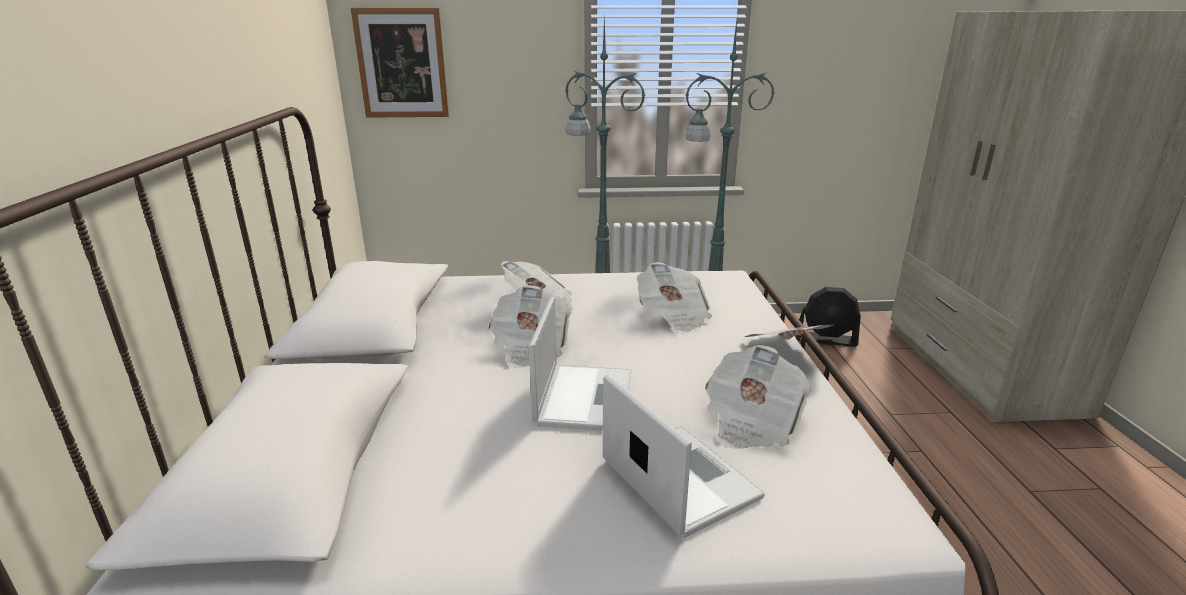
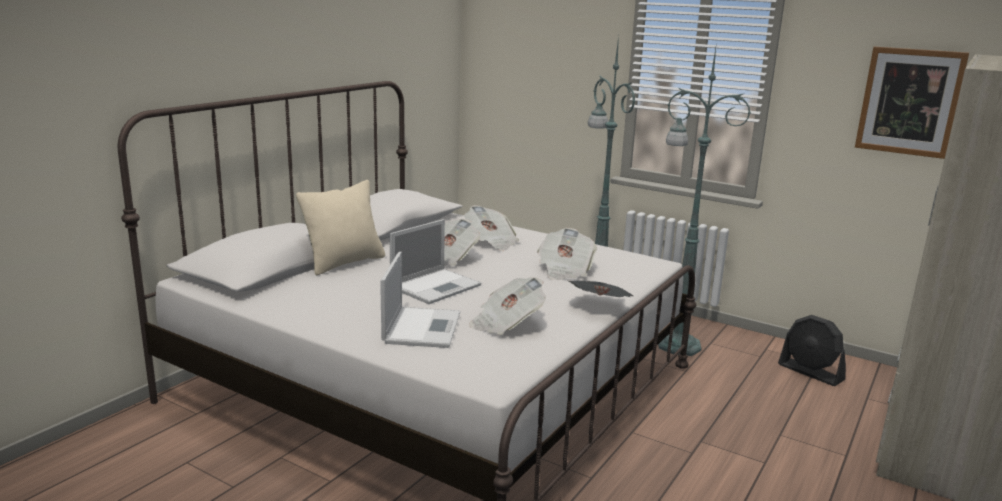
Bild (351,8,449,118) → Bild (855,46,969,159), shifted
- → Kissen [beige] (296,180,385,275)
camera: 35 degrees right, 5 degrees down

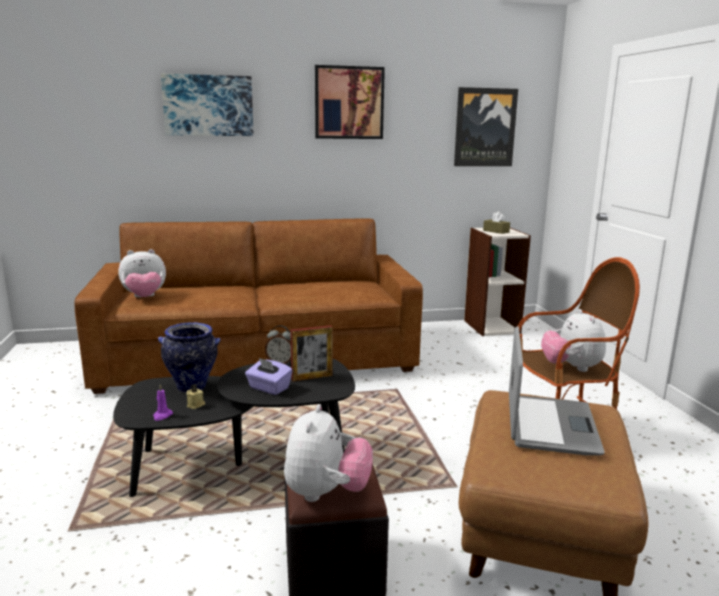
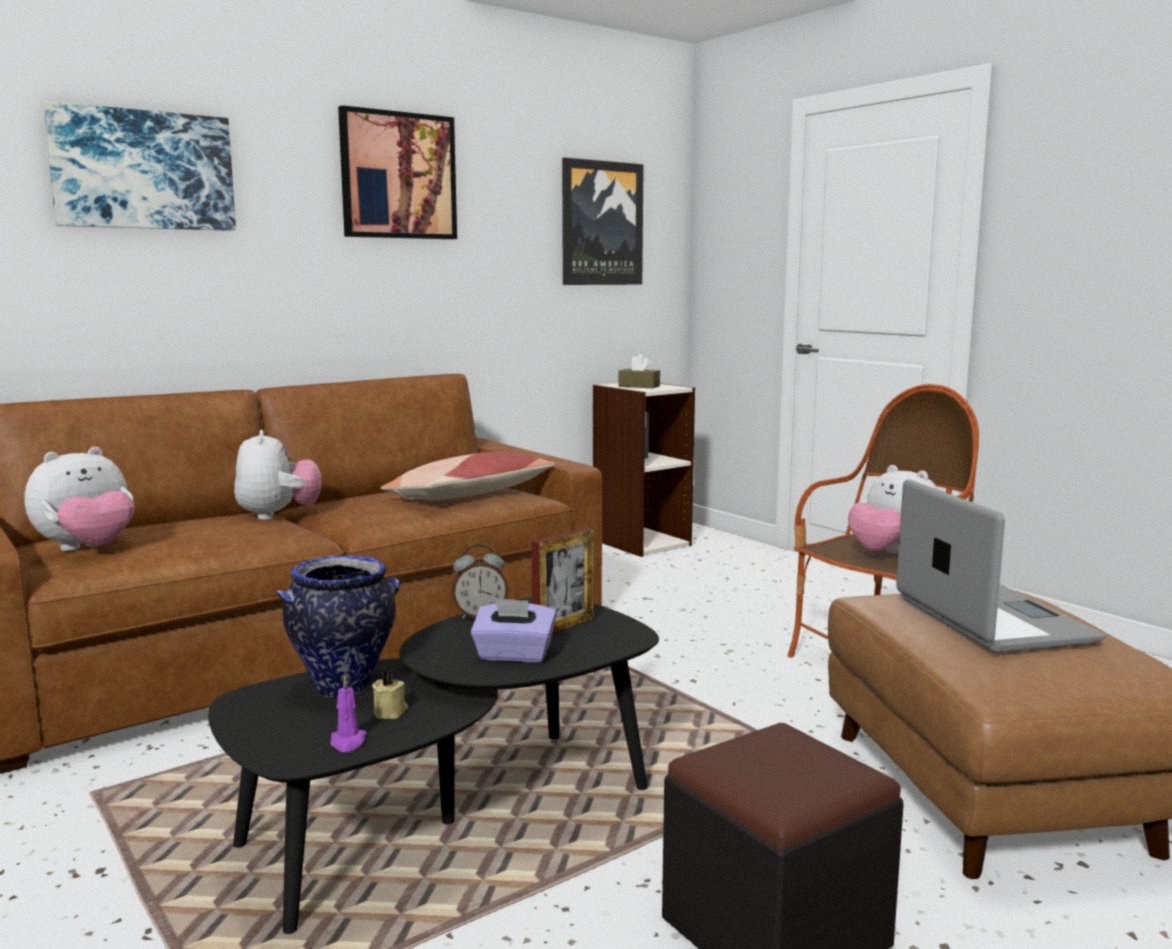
Plüschtier (284,404,373,502) → Plüschtier (234,430,321,520), shifted
- → Kissen (380,452,556,500)
camera: 25 degrees left, 5 degrees down

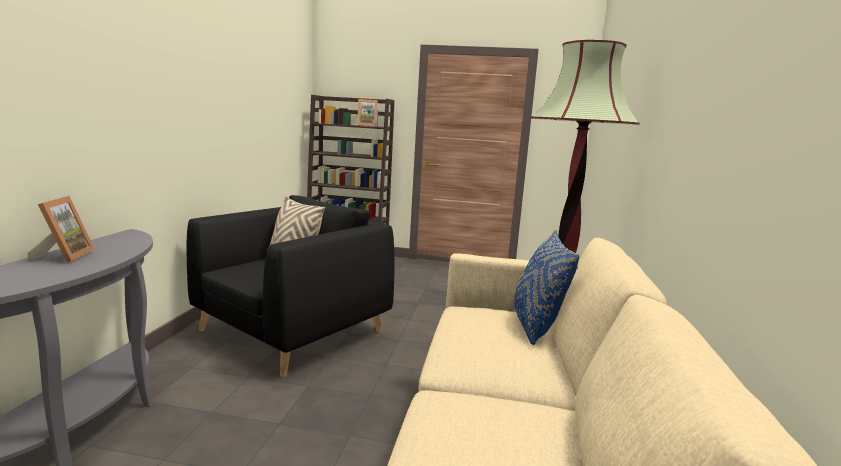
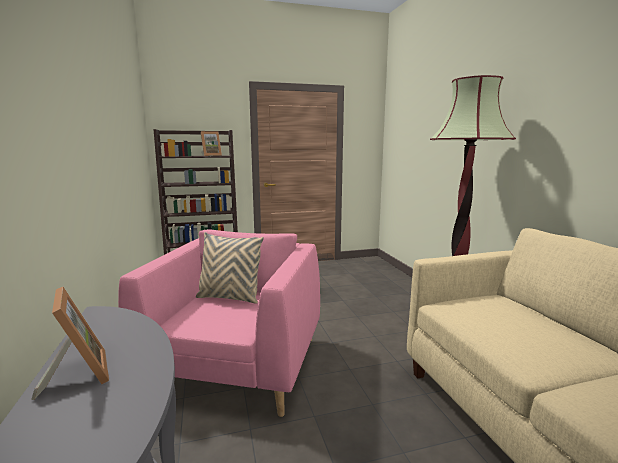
Sessel [schwarz] (187,195,395,377) → Sessel [rosa] (118,230,320,417)
Kissen [blau] (514,230,580,345) → -
camera: 25 degrees left, 0 degrees up

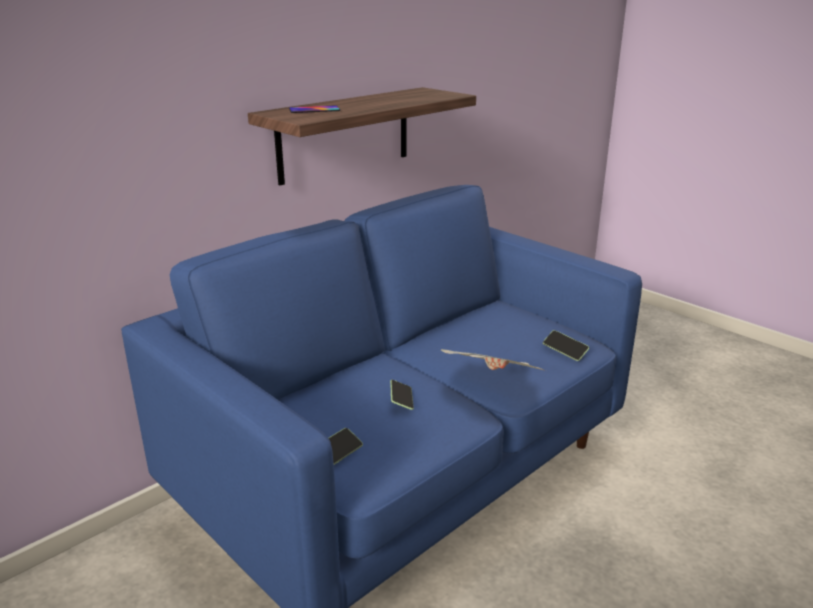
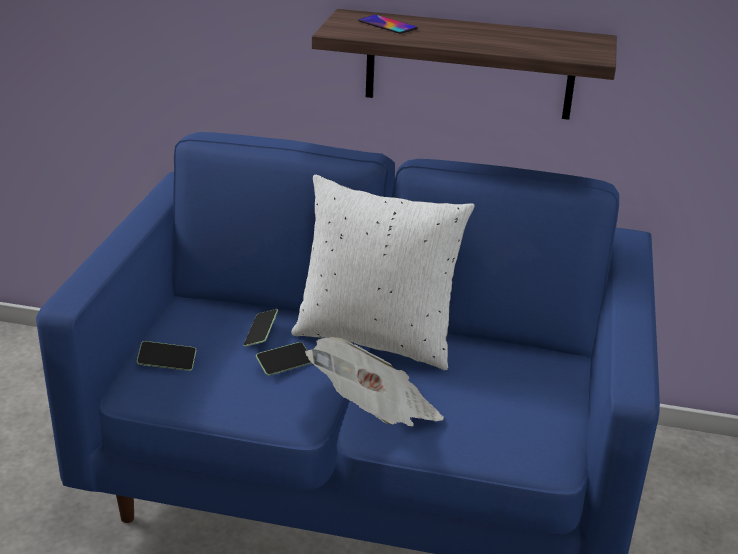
Handy (543,330,589,361) → Handy (243,309,278,347), shifted
- → Kissen [weiß] (291,175,475,370)
camera: 55 degrees right, 5 degrees up

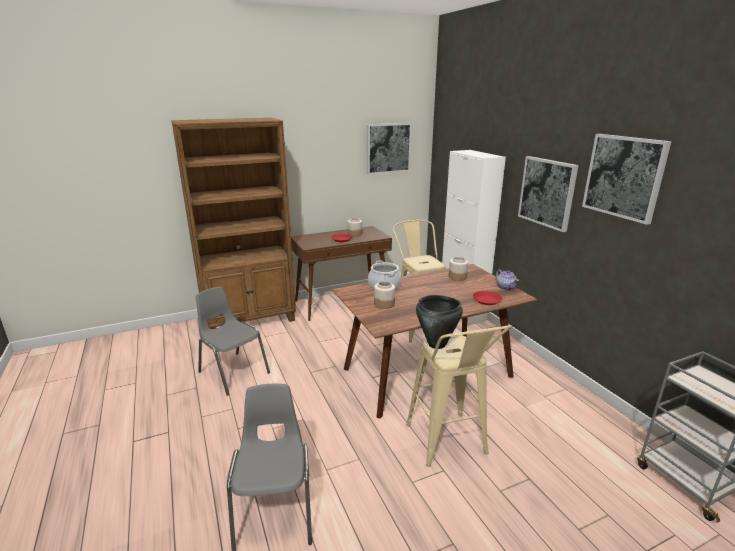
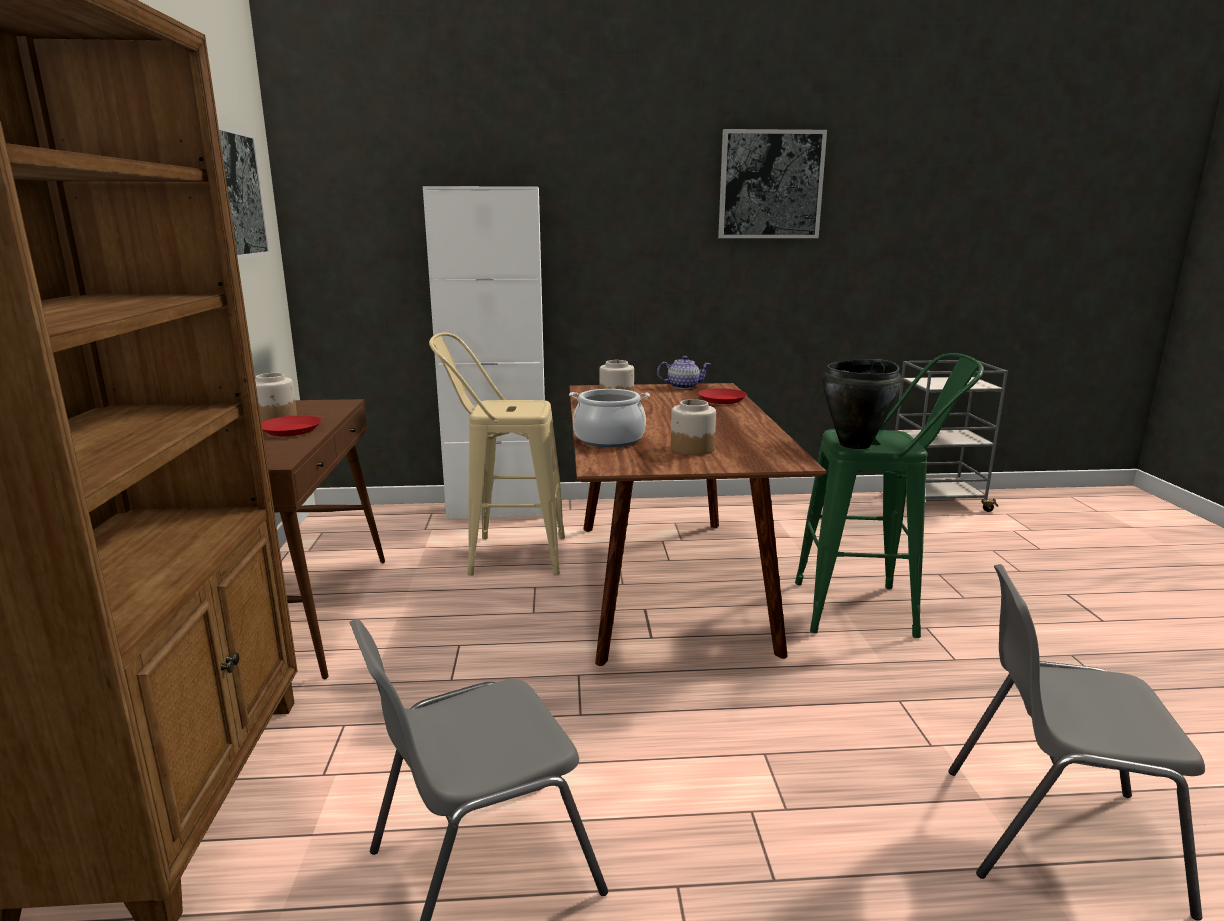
Hocker [beige] (406,325,512,467) → Hocker [grün] (795,353,984,638)
Bild (518,156,579,232) → -
camera: 70 degrees left, 5 degrees down

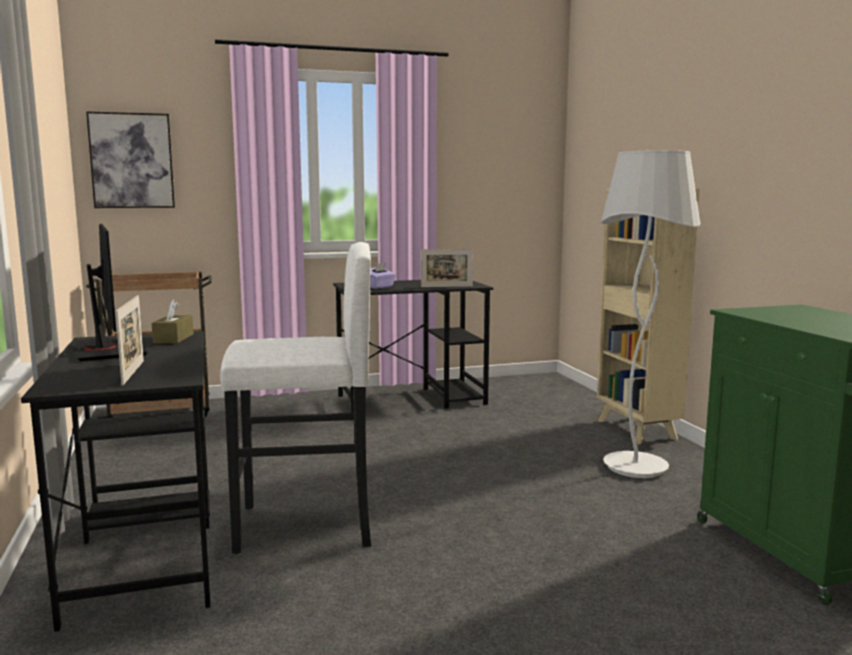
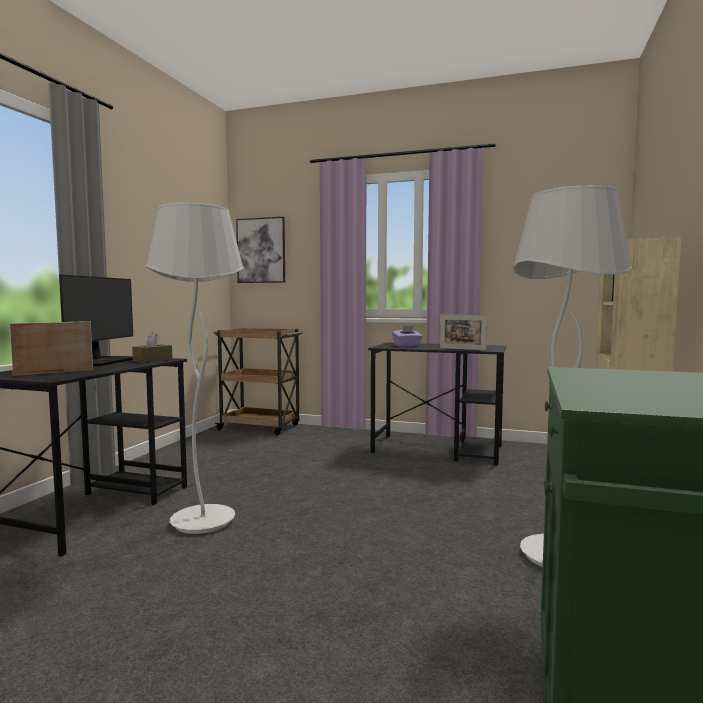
Bilderrahmen (115,295,144,386) → Bilderrahmen (9,321,93,376), 150 degrees counterclockwise
Hocker [weiß] (220,242,371,554) → Stehlampe [weiß] (146,203,244,534)
camera: 35 degrees right, 5 degrees down

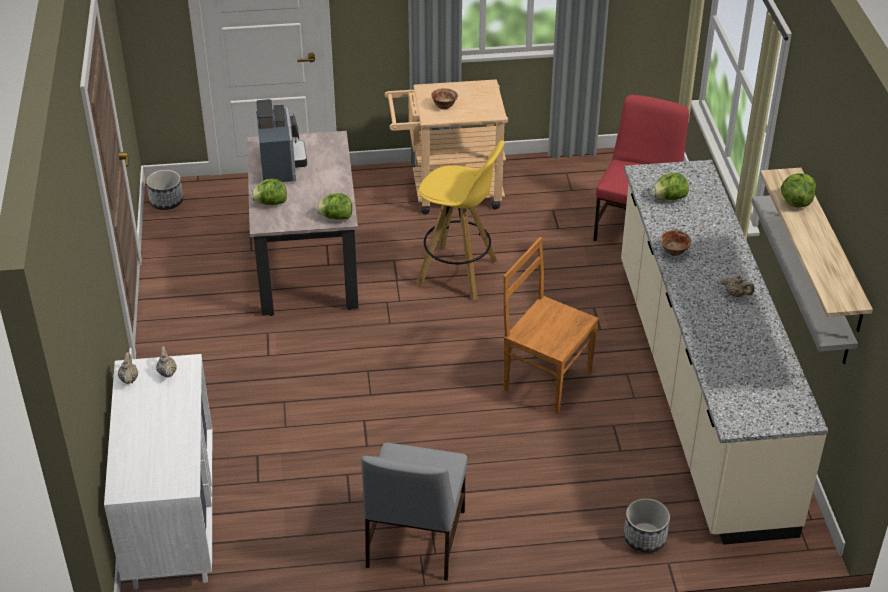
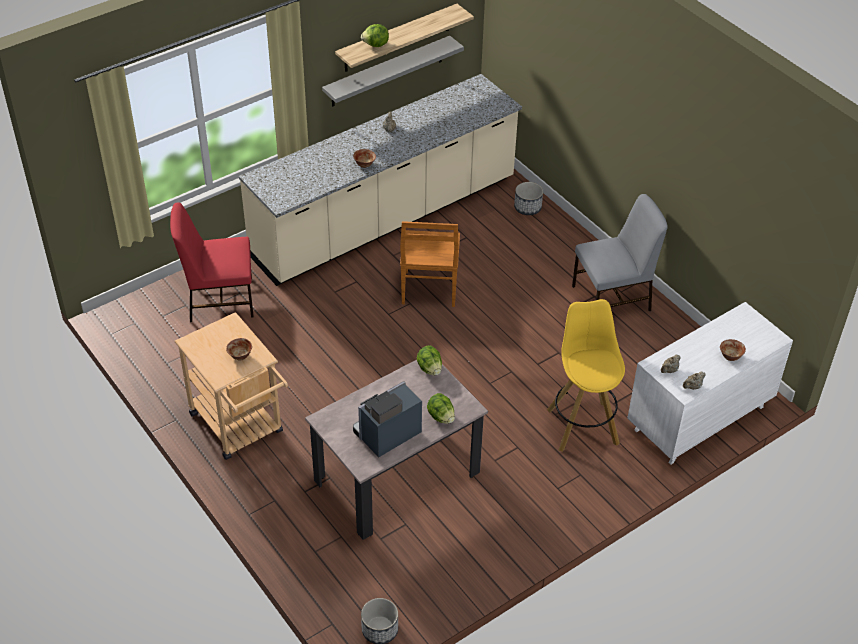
Hocker [gelb] (417,140,505,300) → Hocker [gelb] (547,299,625,452), shifted
Salatkopf (652,173,689,200) → -
- → Schüssel (720,339,746,361)
camera: 120 degrees left, 5 degrees up

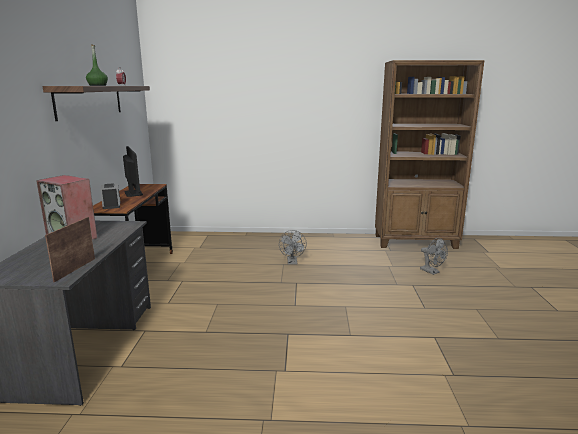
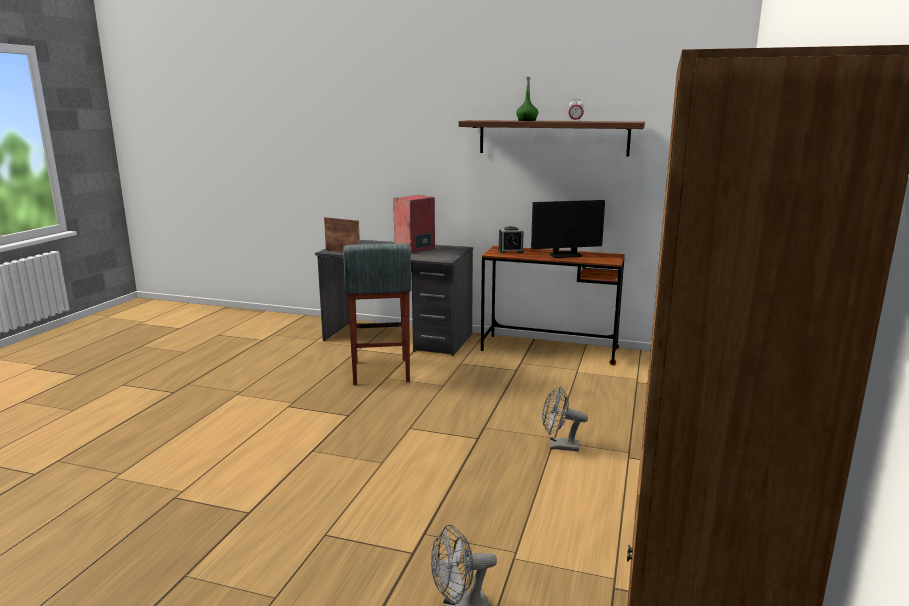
- → Hocker [grau] (343,243,411,385)
camera: 105 degrees right, 0 degrees up

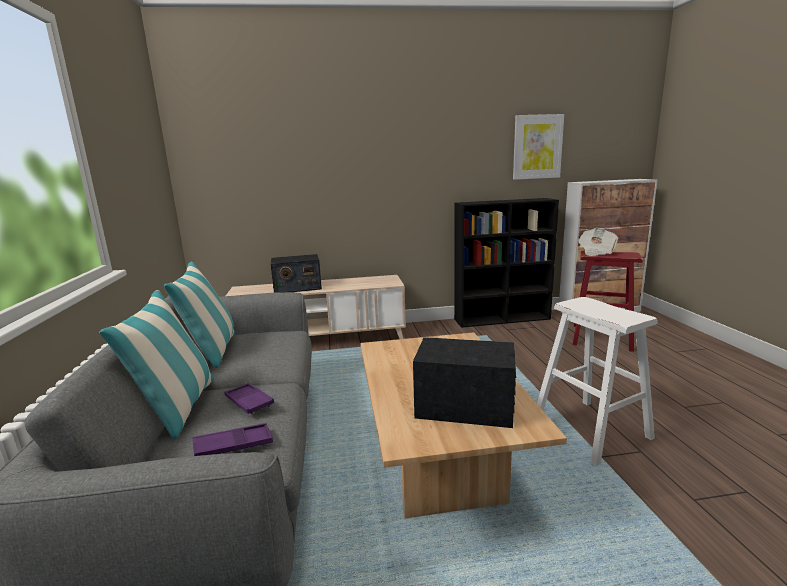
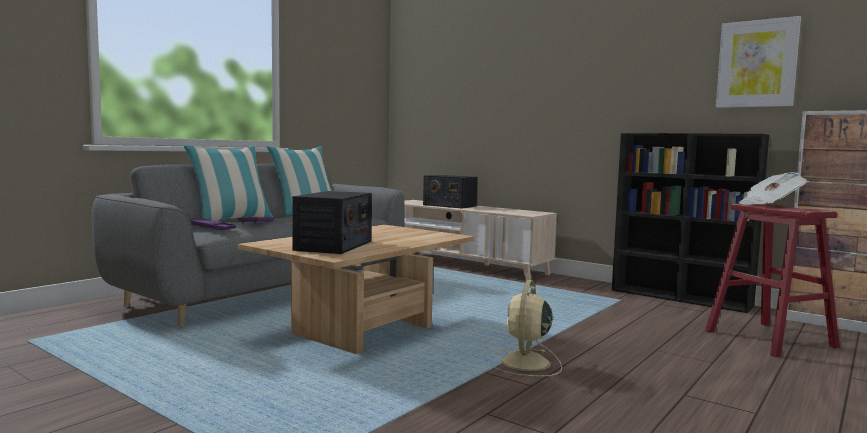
Radio (413,337,516,428) → Radio (292,191,372,254), 45 degrees clockwise
Hocker [weiß] (537,297,658,466) → Ventilator [beige] (493,280,562,377)
camera: 45 degrees right, 10 degrees down

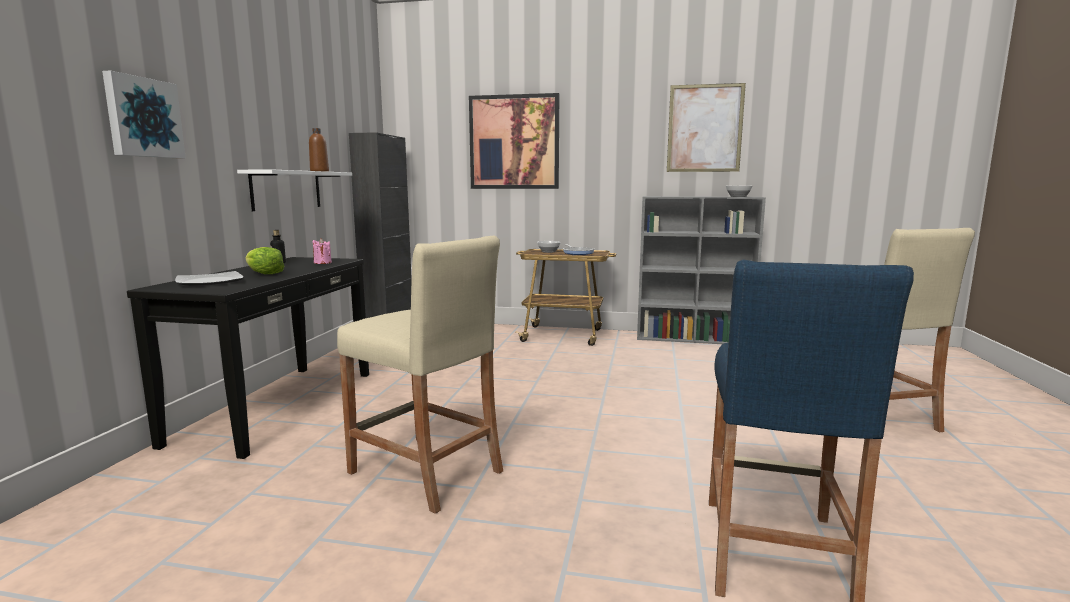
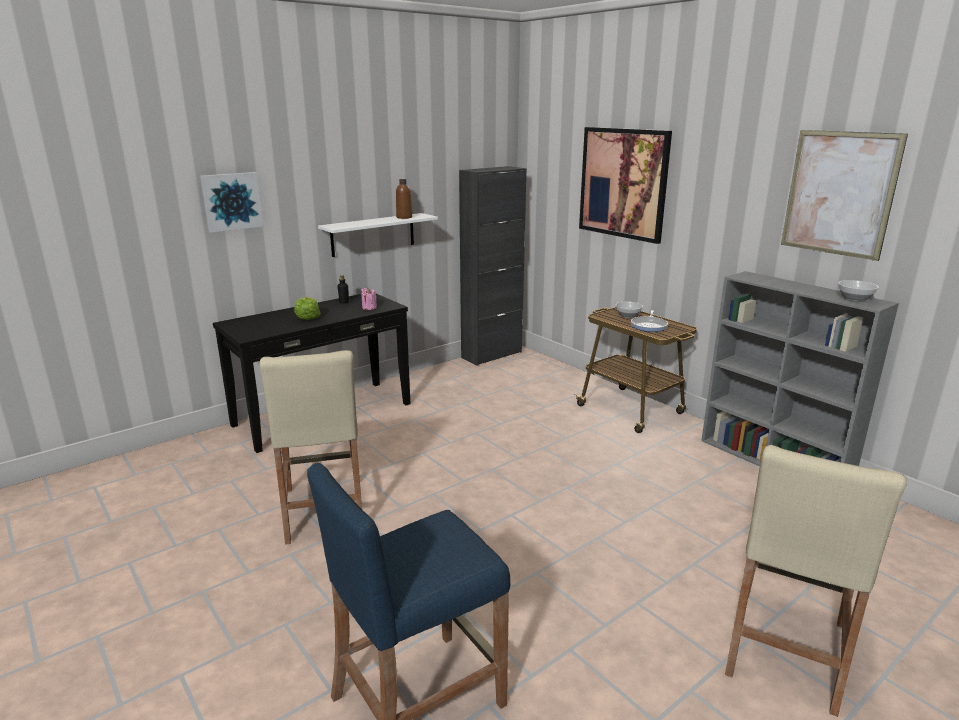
Teller (175,271,243,286) → -
camera: 40 degrees right, 10 degrees up

